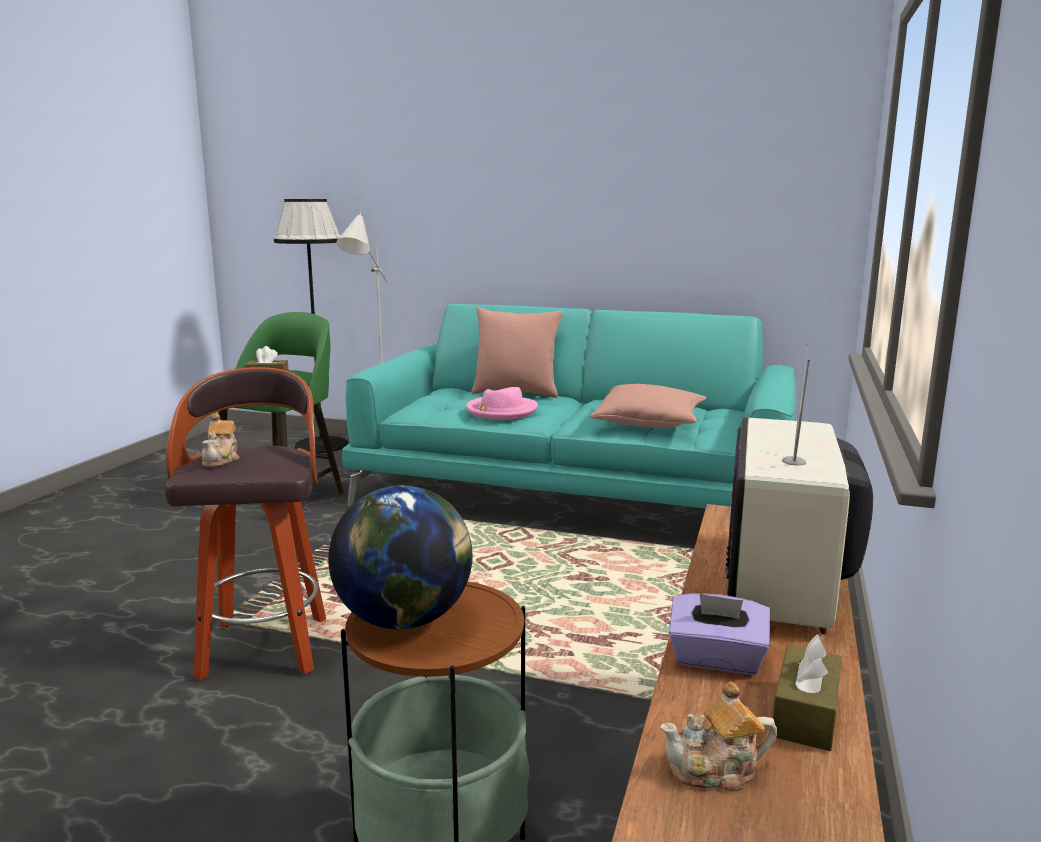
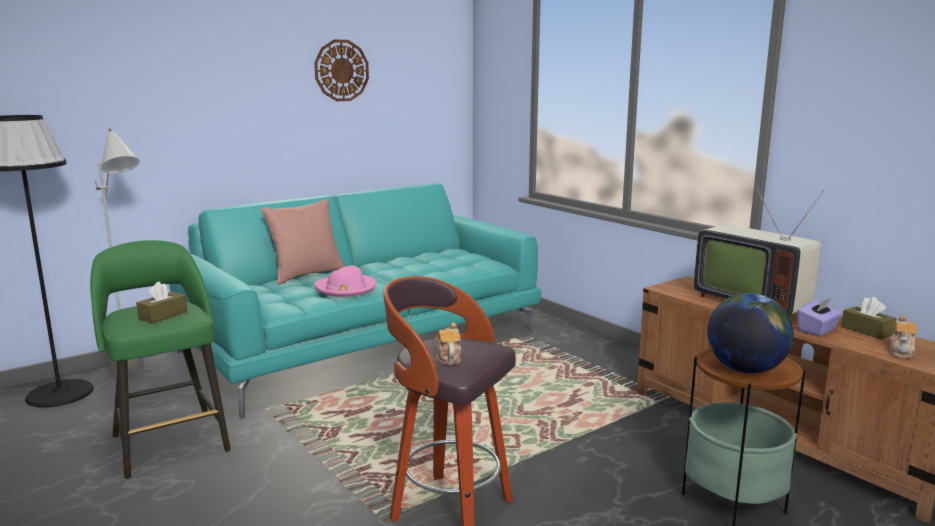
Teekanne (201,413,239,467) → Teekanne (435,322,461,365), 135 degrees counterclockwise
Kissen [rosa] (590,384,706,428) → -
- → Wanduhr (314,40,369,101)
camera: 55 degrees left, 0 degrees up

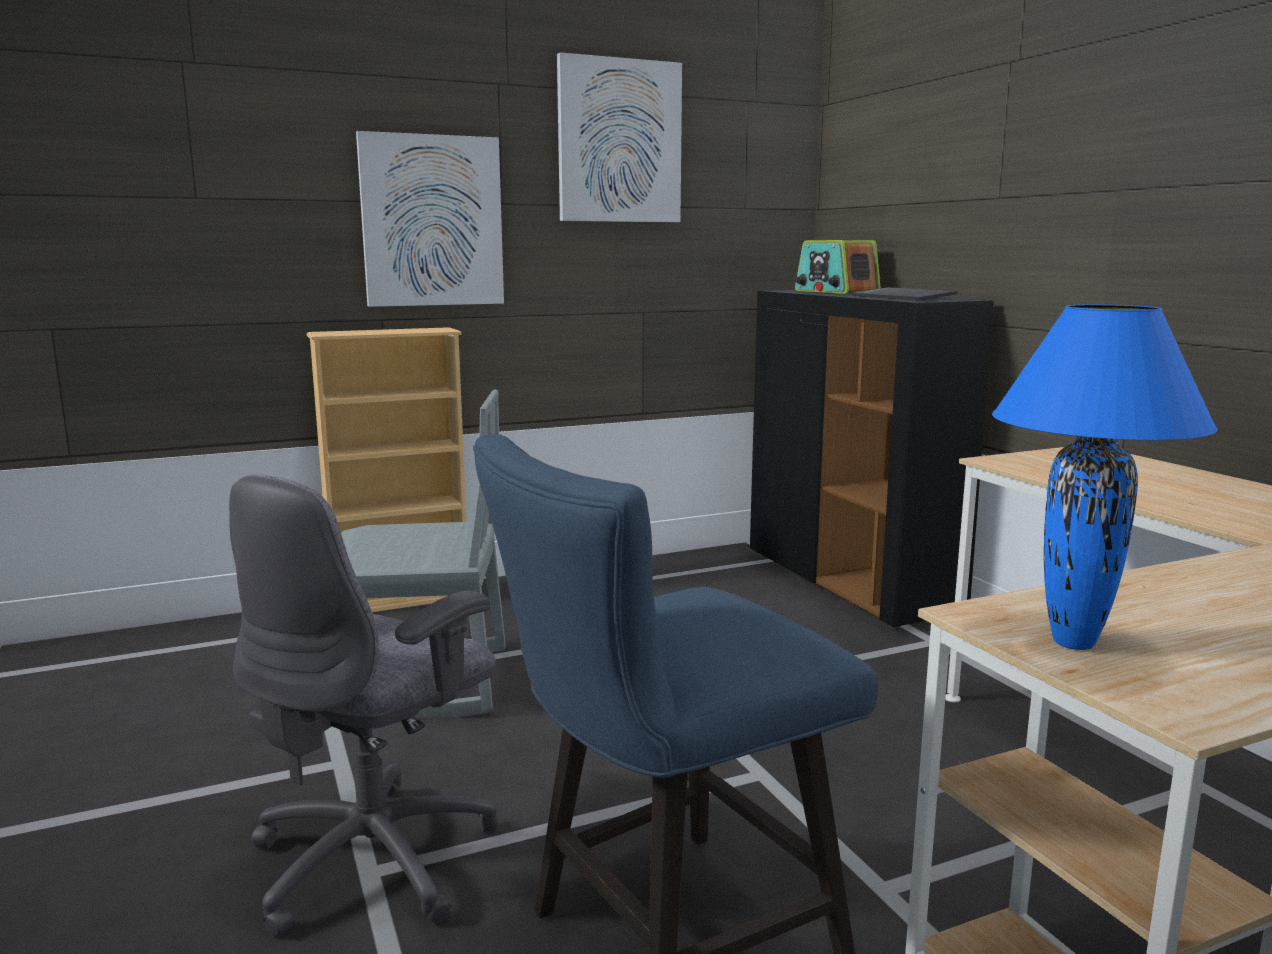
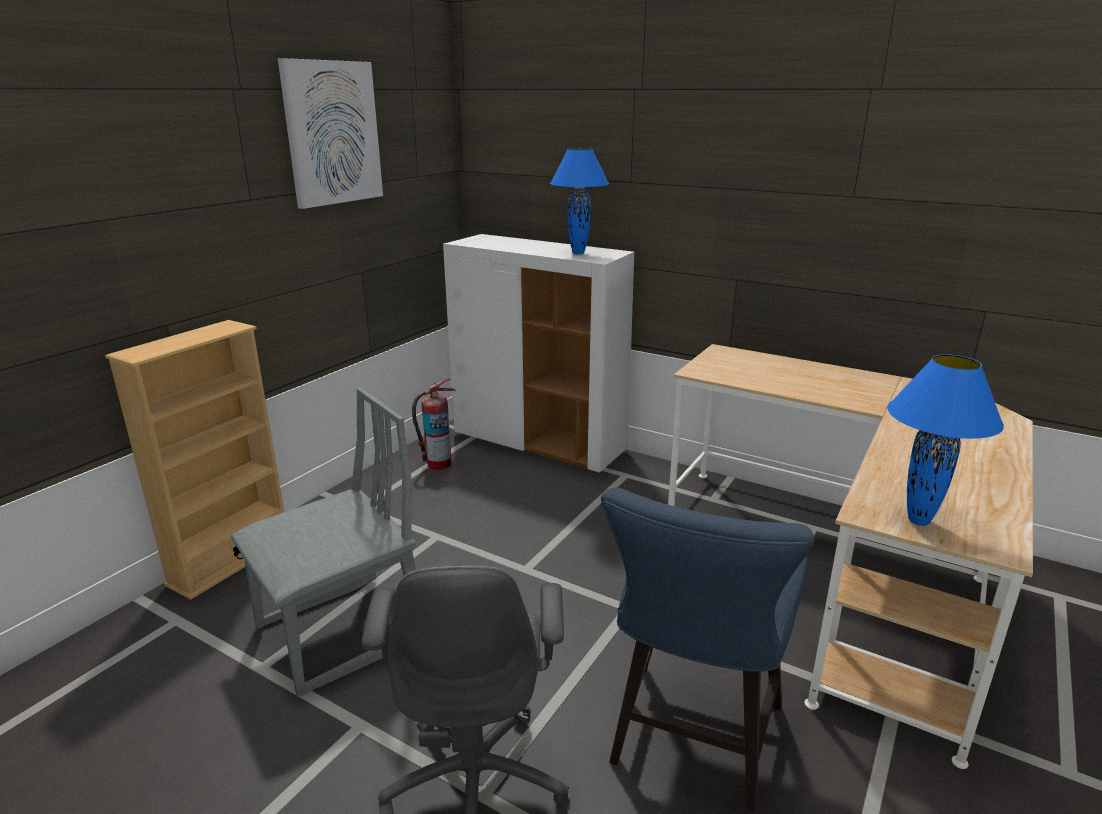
Bild (356,131,504,307) → -
Schrank [schwarz] (750,290,994,630) → Schrank [weiß] (443,234,634,473)
Radio (795,240,881,294) → -
Tastatur (852,287,957,301) → Tischlampe [blau] (550,148,609,254)
- → Feuerlöscher (412,378,456,470)
camera: 35 degrees left, 10 degrees up

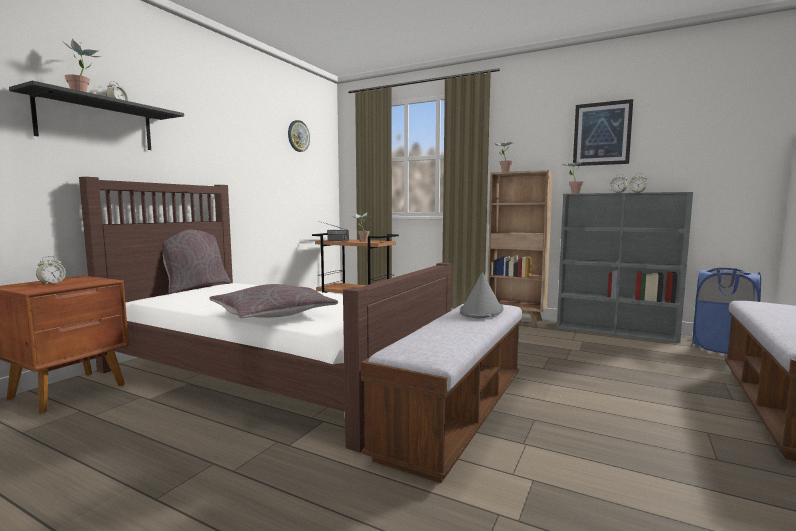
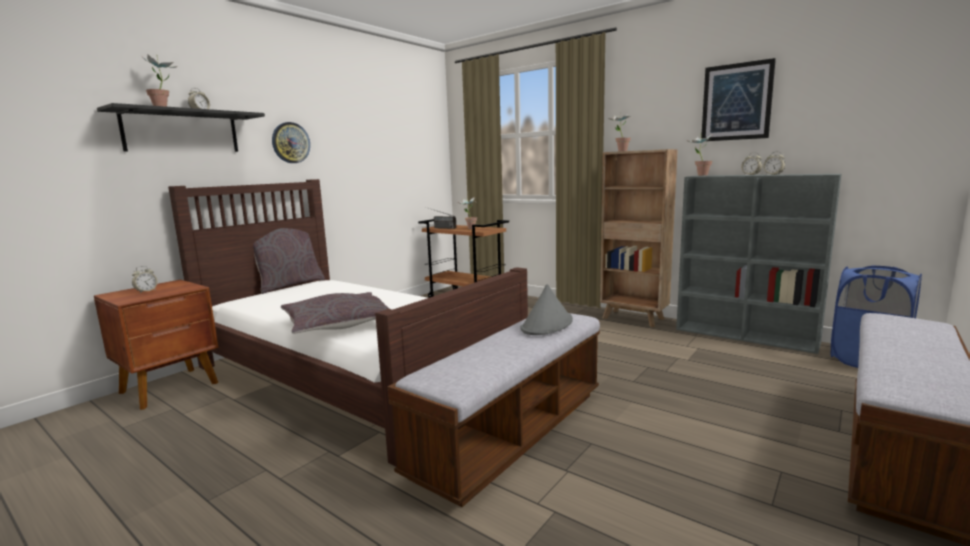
Wanduhr (288,120,310,152) → Wanduhr (272,122,310,163), shifted
camera: 10 degrees right, 5 degrees up

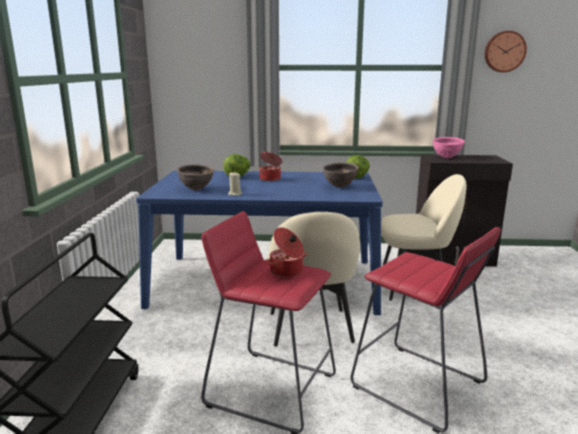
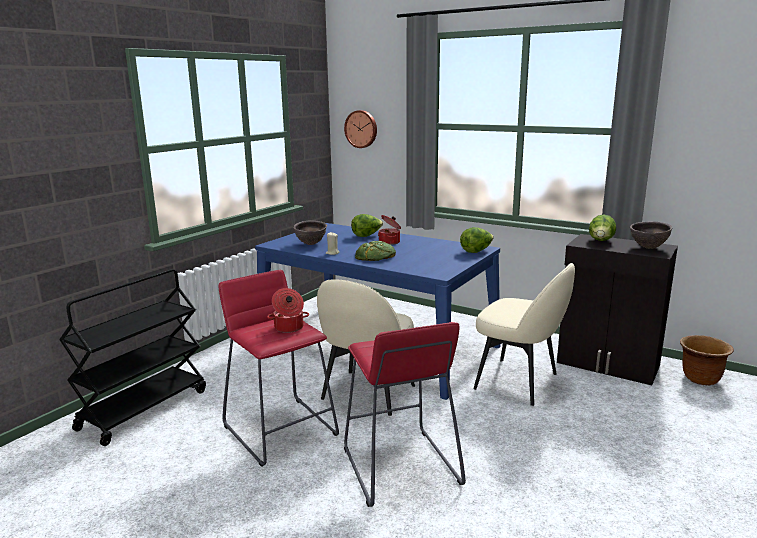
Schüssel [braun] (323,162,358,188) → Schüssel [braun] (630,221,672,249), shifted
Schüssel [rosa] (433,137,465,158) → Salatkopf (589,215,616,241)
Wanduhr (485,31,527,72) → Wanduhr (344,110,377,148), shifted
- → Brot (355,241,396,261)
- → Pflanzkübel [braun] (680,335,734,386)
camera: 30 degrees right, 0 degrees up

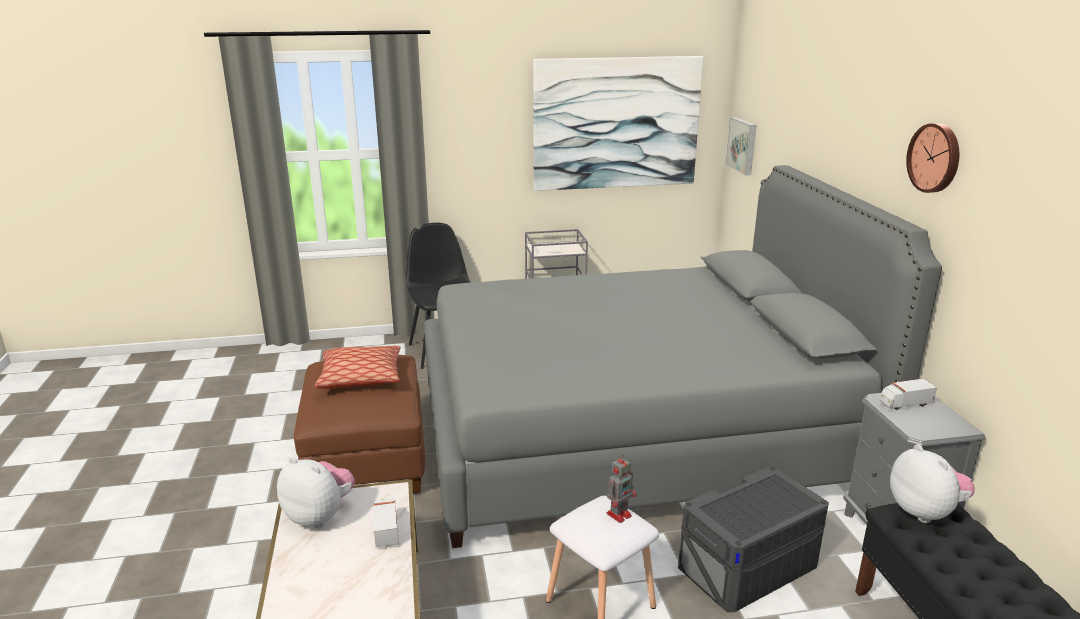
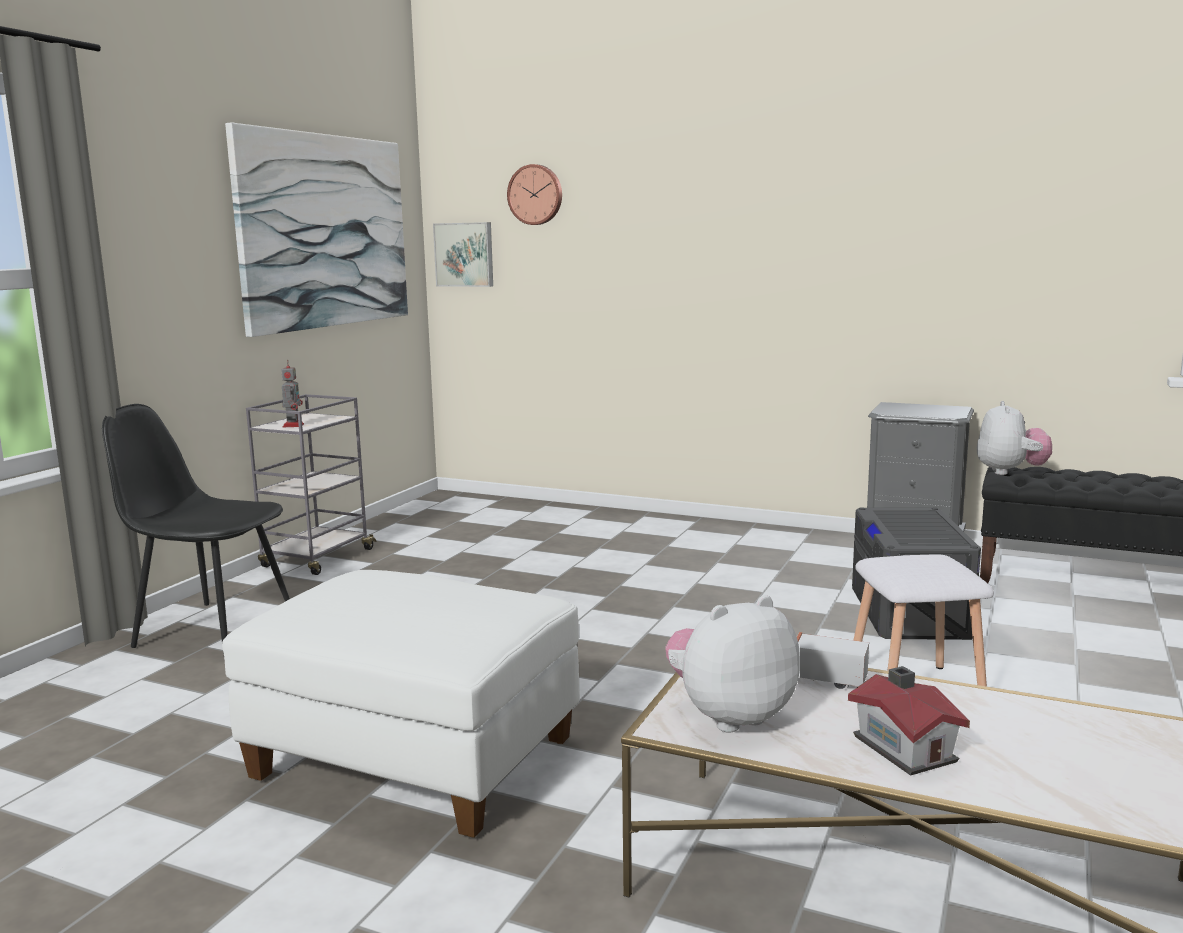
Polsterhocker [braun] (294,355,425,494) → Polsterhocker [weiß] (222,570,580,838)
Kissen (315,346,401,389) → -
Bett [grau] (424,165,942,548) → -
Spielzeugroboter (606,454,636,523) → Spielzeugroboter (281,360,304,427), shifted
Spielzeuglaster (879,378,937,410) → -
Plüschtier (890,444,975,523) → Plüschtier (977,401,1052,475), 90 degrees clockwise
Wanduhr (906,123,959,193) → Wanduhr (507,164,562,225), shifted
- → Spielzeughaus (848,666,970,776)
camera: 55 degrees left, 10 degrees down

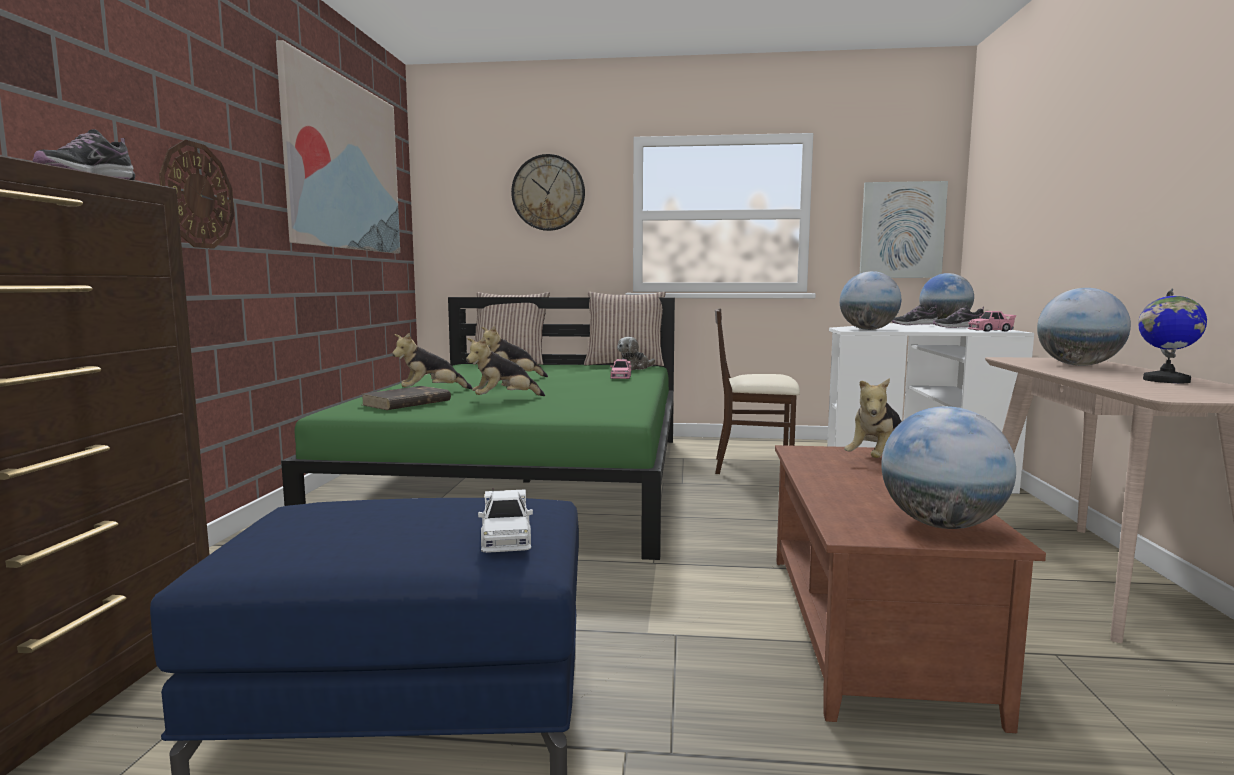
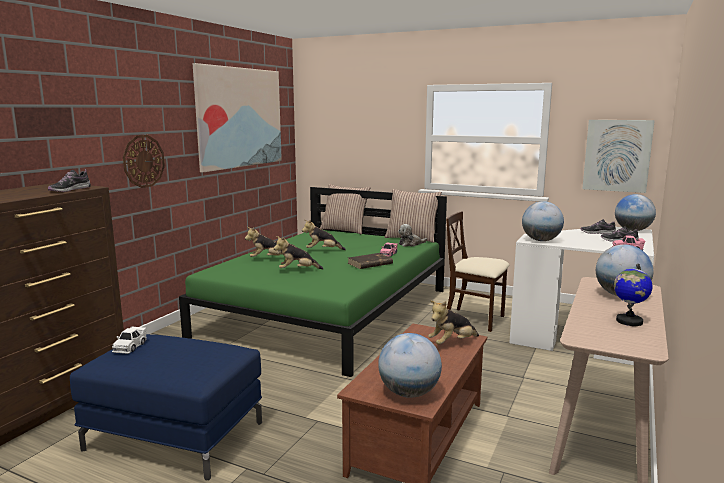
Buch [braun] (362,386,451,410) → Buch [braun] (348,253,393,269), shifted
Spielzeugauto [weiß] (478,488,533,553) → Spielzeugauto [weiß] (112,327,147,354), shifted
Wanduhr (511,154,585,231) → -
camera: 20 degrees right, 5 degrees up

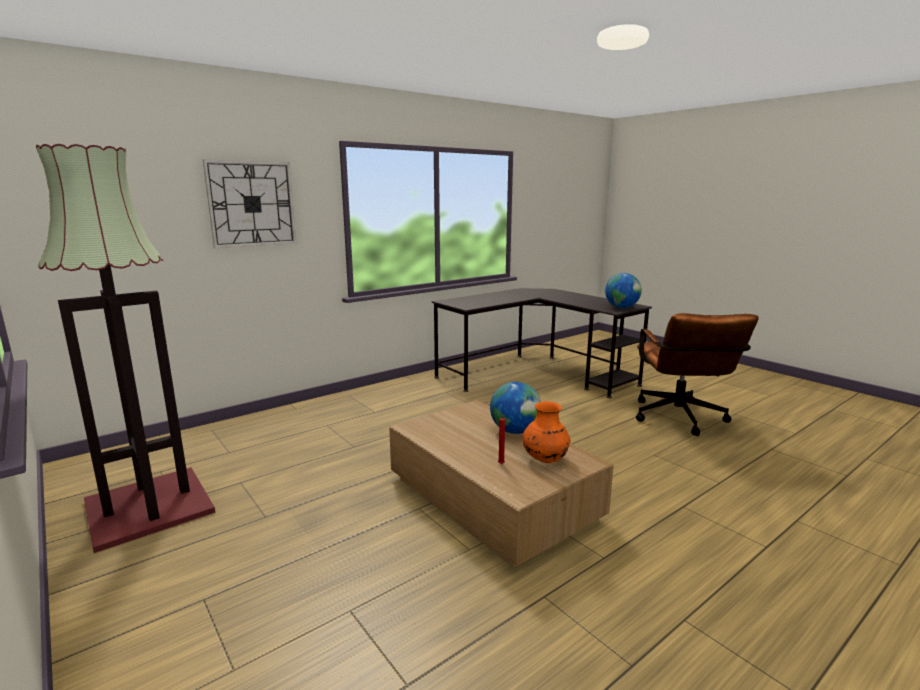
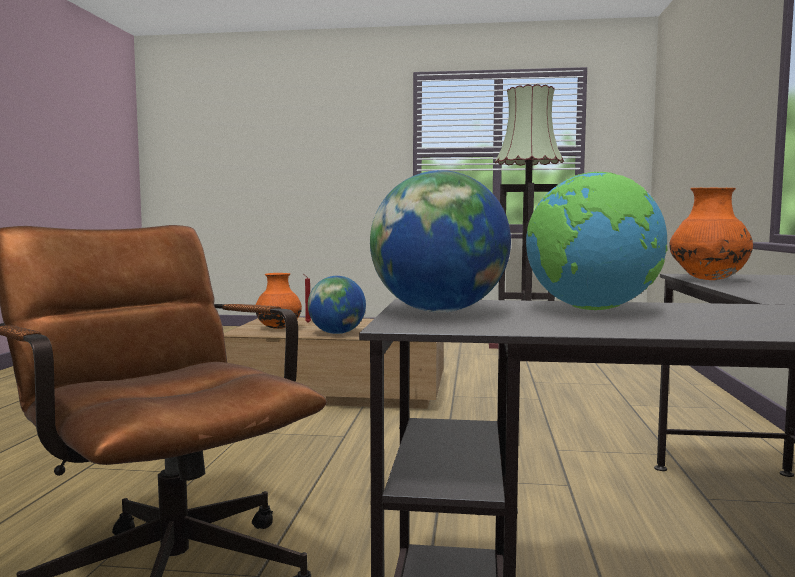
Wanduhr (203,159,297,248) → -
- → Globus (526,172,668,310)
- → Vase [orange] (669,188,753,280)
camera: 135 degrees right, 10 degrees down

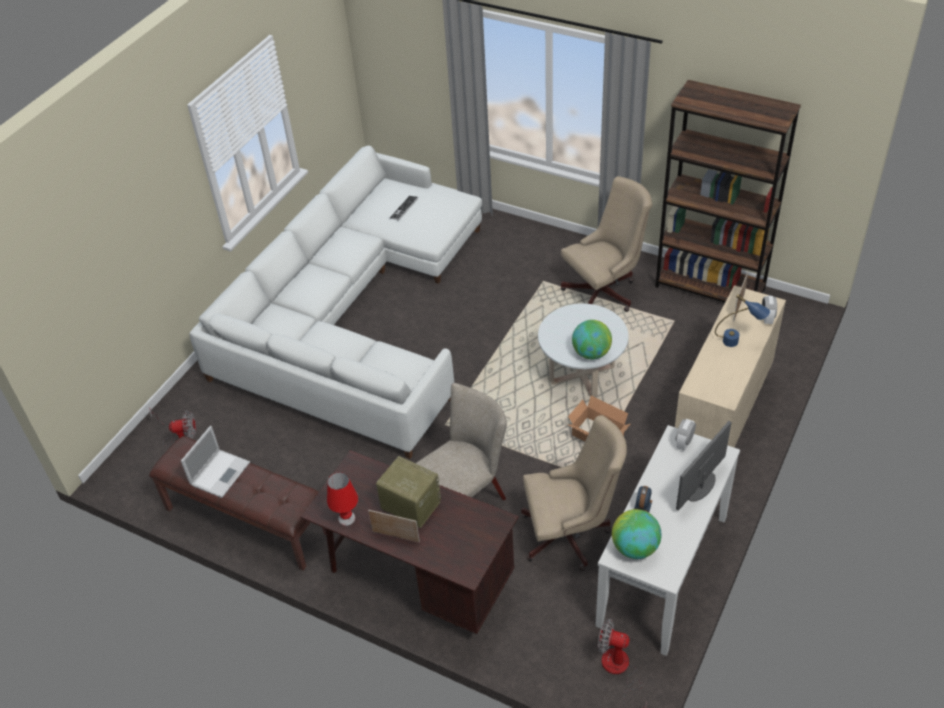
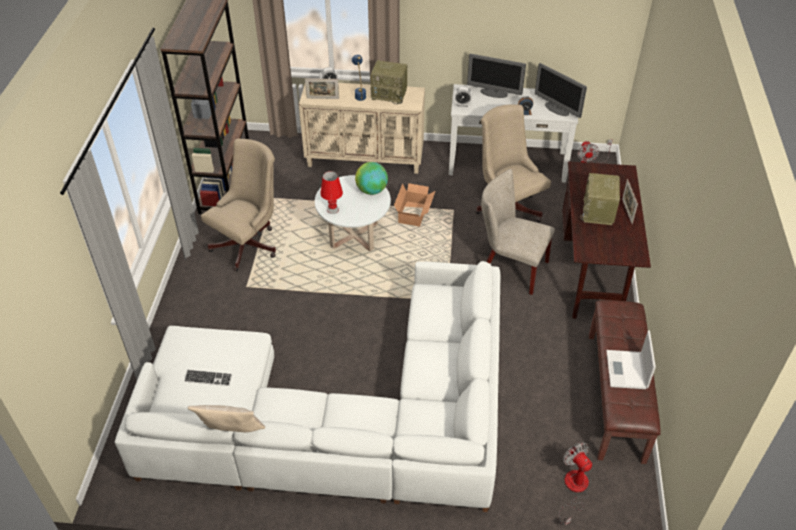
Laptop (181,426,250,498) → Laptop (606,330,656,389), 90 degrees counterclockwise
Tischlampe [rot] (327,472,358,526) → Tischlampe [rot] (320,171,343,214), shifted
Bürostuhl [beige] (561,176,652,312) → Bürostuhl [beige] (201,139,276,271), 90 degrees clockwise
Globus (612,509,662,559) → Monitor (535,63,587,118)
- → Kissen [beige] (188,405,265,432)
- → Radio (370,60,407,104)
camera: 115 degrees left, 0 degrees up

